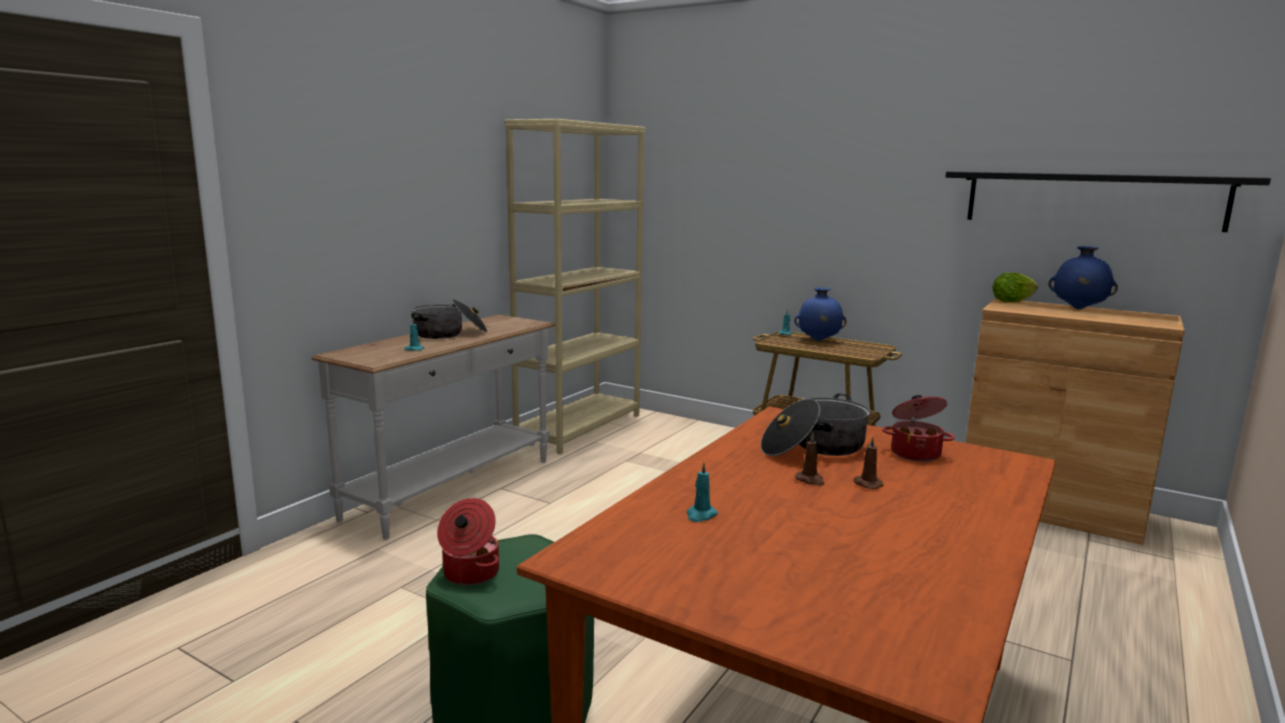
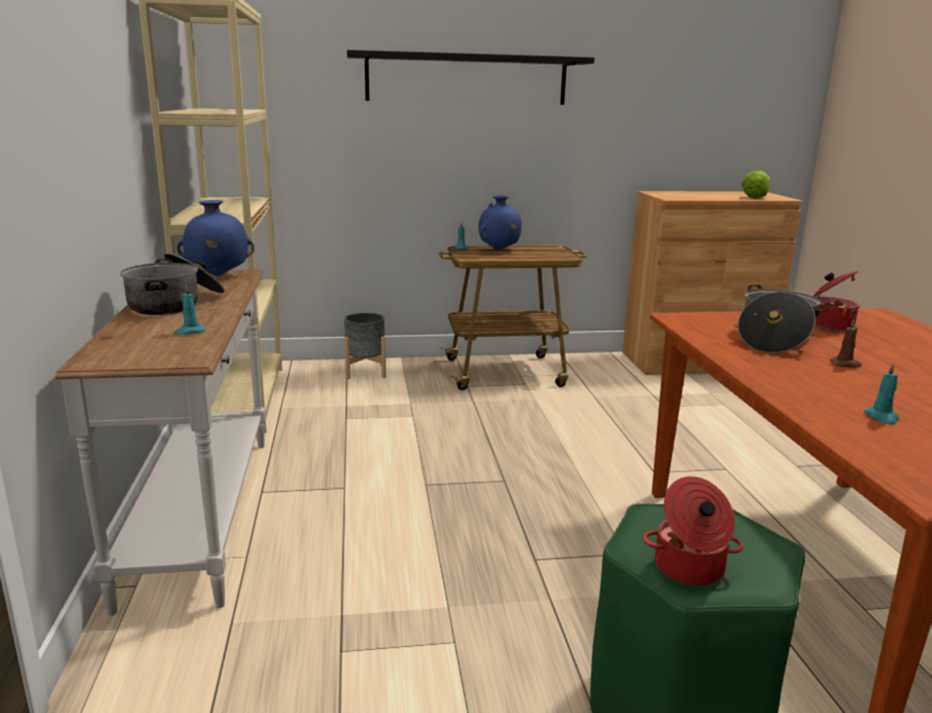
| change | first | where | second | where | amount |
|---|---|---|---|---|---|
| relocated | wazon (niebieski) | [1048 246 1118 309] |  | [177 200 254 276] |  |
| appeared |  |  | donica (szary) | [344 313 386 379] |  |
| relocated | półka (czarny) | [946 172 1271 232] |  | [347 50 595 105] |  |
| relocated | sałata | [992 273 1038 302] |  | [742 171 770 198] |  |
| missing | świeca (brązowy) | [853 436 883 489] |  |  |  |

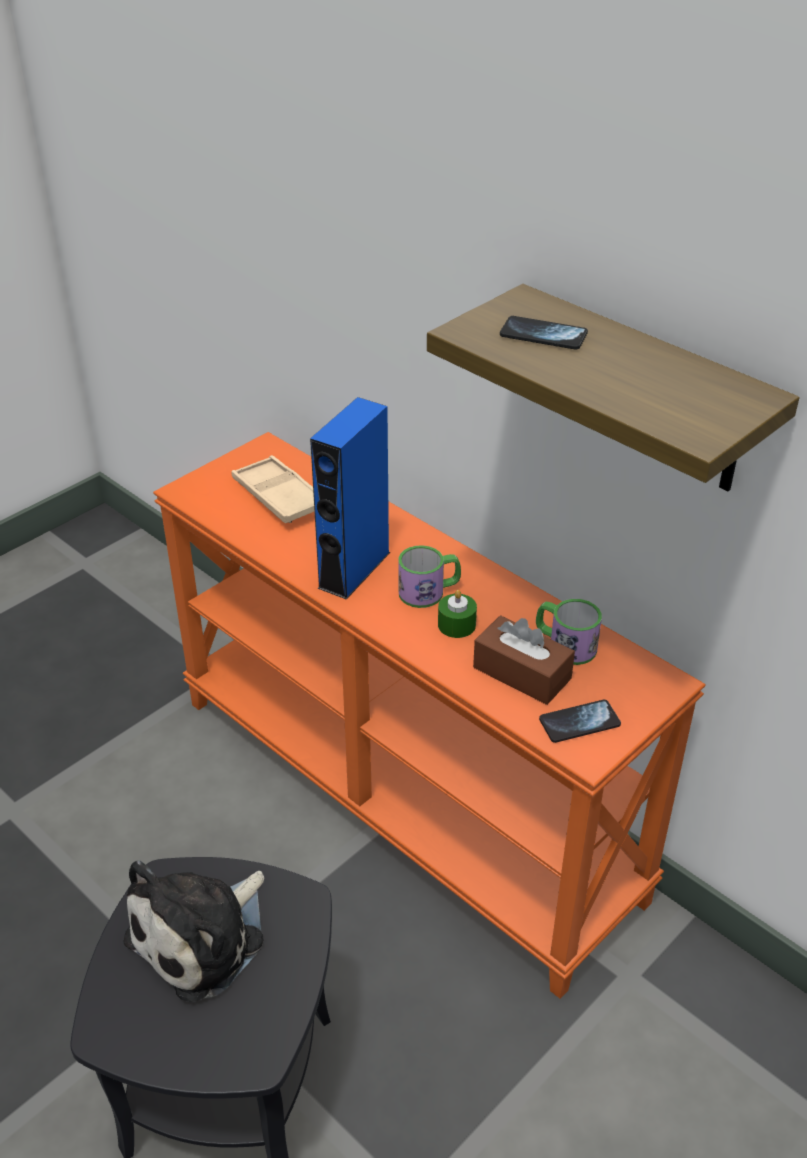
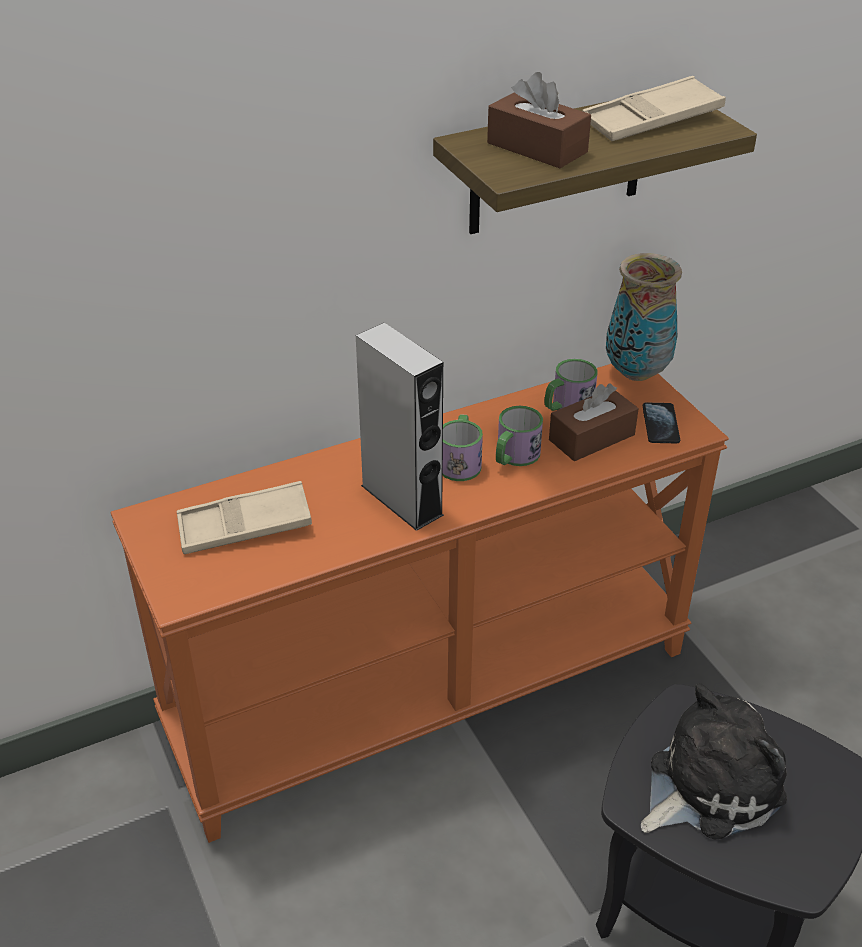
| change | first | where | second | where | amount |
|---|---|---|---|---|---|
| colour | głośnik (niebieski) | [310 397 390 600] | głośnik (szary) | [356 323 444 531] |  |
| exchanged | telefon | [500 316 588 350] | pudełko chusteczek (brązowy) | [487 72 591 168] |  |
| exchanged | świeca (zielony) | [438 590 477 638] | kubek | [496 406 543 466] |  |
| appeared |  |  | taca (beżowy) | [582 76 726 141] |  |
| appeared |  |  | wazon | [606 253 682 381] |  |
| spun | pluszak | [124 860 264 1002] |  | [641 683 787 839] | 90 degrees counterclockwise |

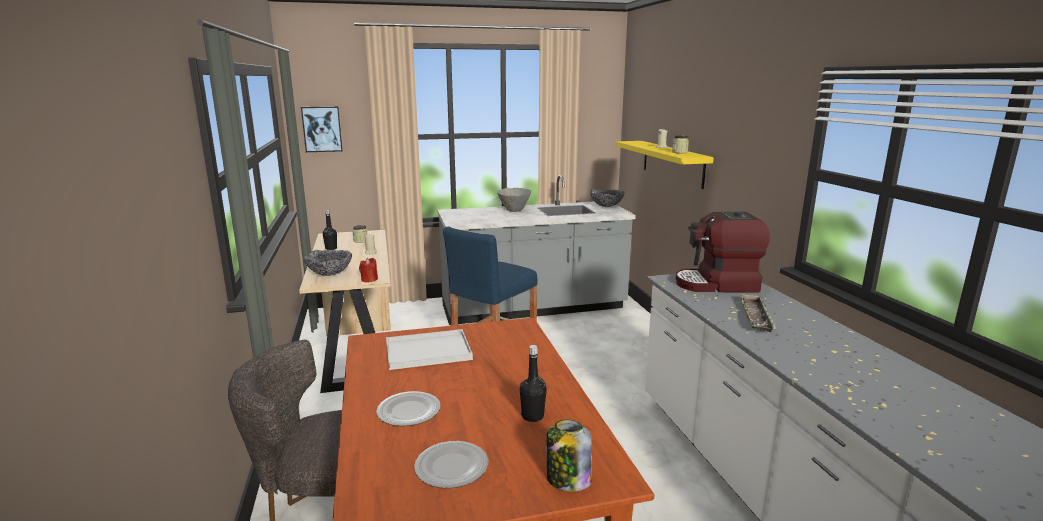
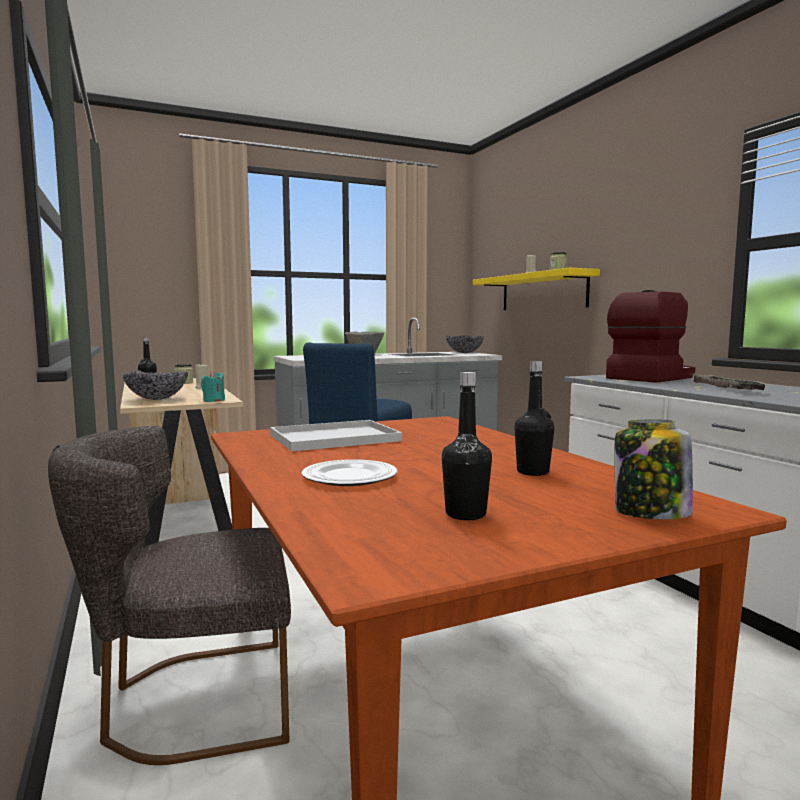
| change | first | where | second | where | amount |
|---|---|---|---|---|---|
| colour | świeca (czerwony) | [359 258 378 282] | świeca (turkusowy) | [201 371 225 402] |  |
| exchanged | talerz | [414 441 488 488] | butelka (czarny) | [442 372 492 520] |  |
| spun | ekspres do kawy | [676 212 770 293] |  | [606 290 696 383] | 150 degrees clockwise |
| missing | obraz | [301 106 343 152] |  |  |  |

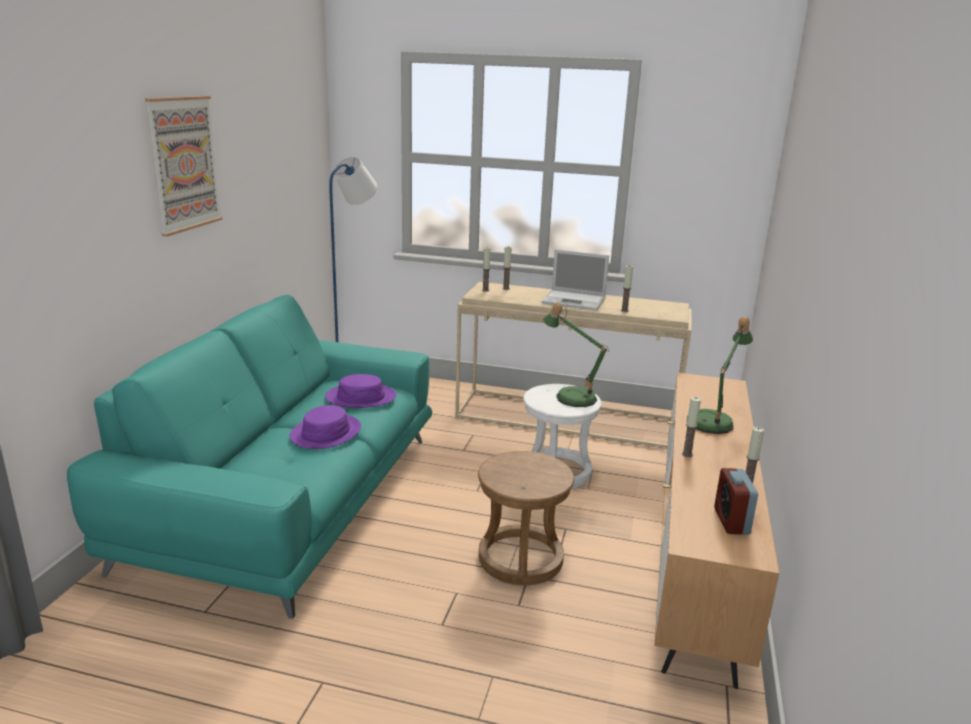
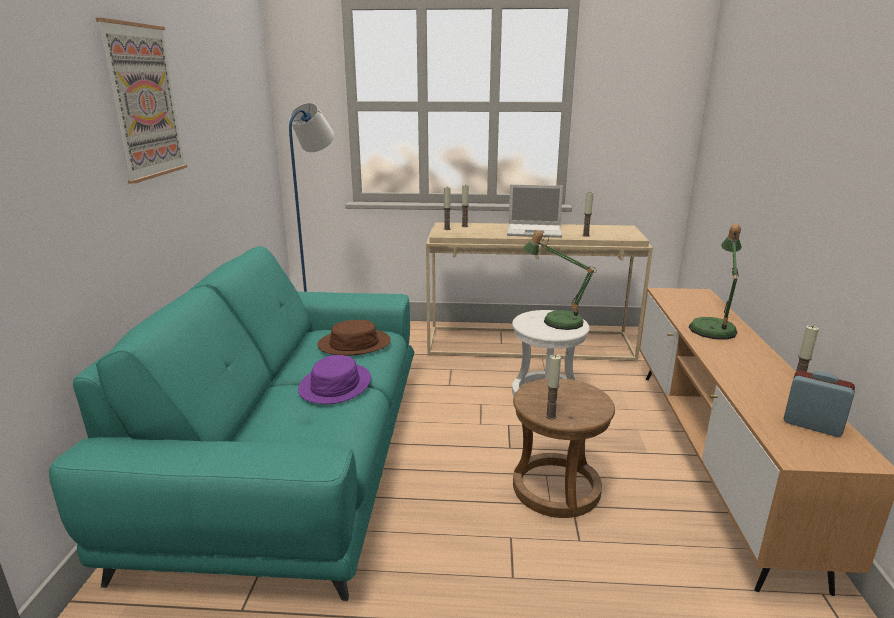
| change | first | where | second | where | amount |
|---|---|---|---|---|---|
| colour | kapelusz (fioletowy) | [325 374 396 408] | kapelusz (brązowy) | [317 320 391 356] |  |
| relocated | świeca | [682 397 701 457] |  | [545 355 561 419] |  |
| spun | budzik | [714 468 758 535] |  | [783 371 855 437] | 135 degrees clockwise |

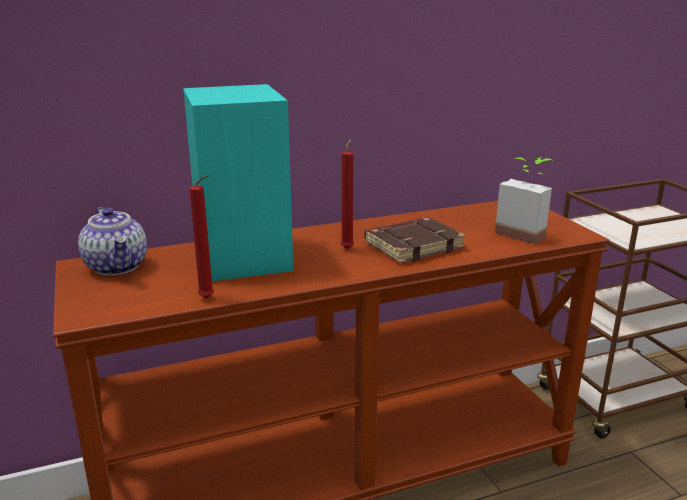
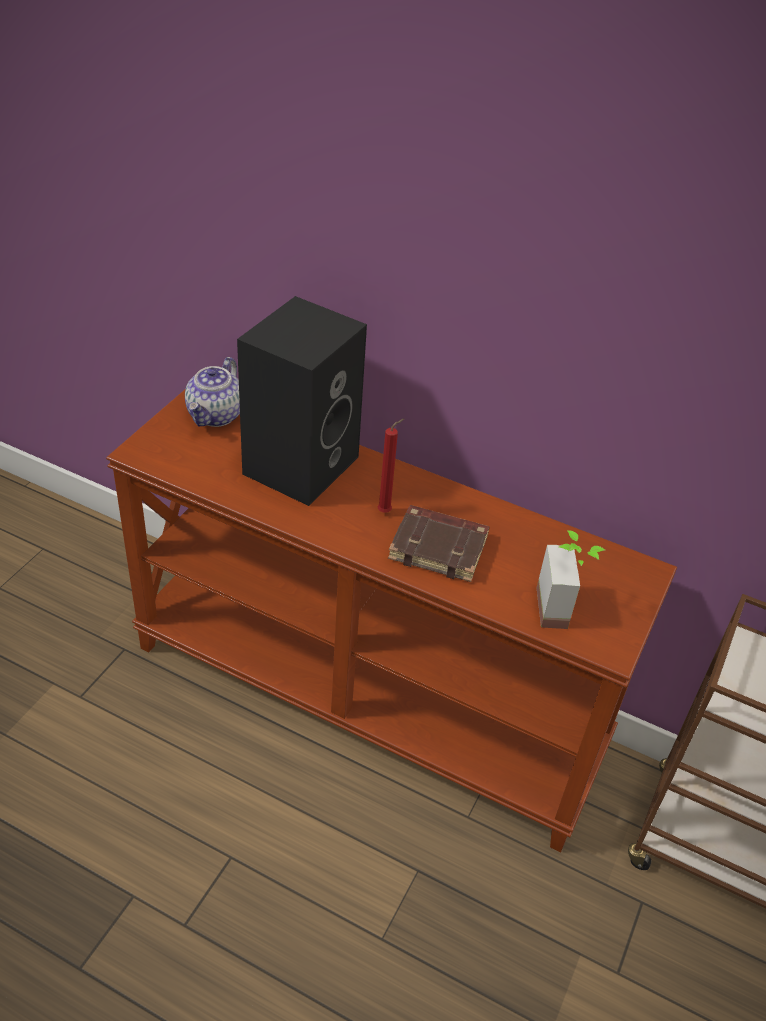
| change | first | where | second | where | amount |
|---|---|---|---|---|---|
| colour | głośnik (turkusowy) | [183 84 293 281] | głośnik (czarny) | [237 296 367 506] |  |
| missing | świeca (czerwony) | [189 175 214 298] |  |  |  |

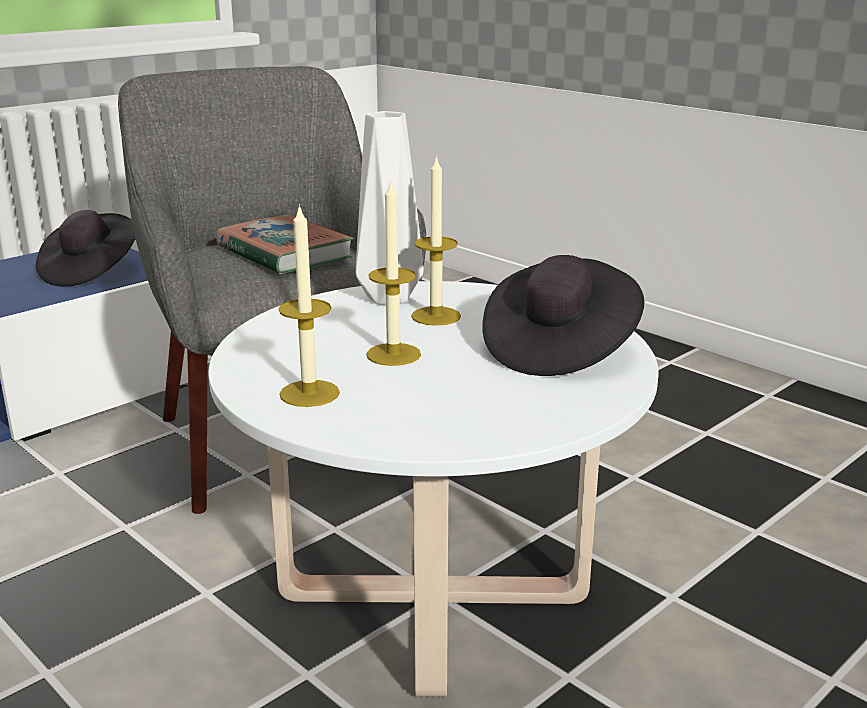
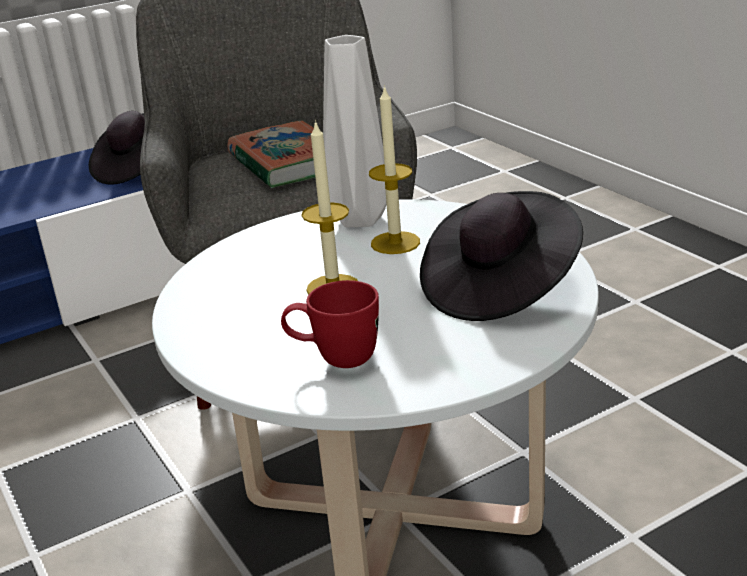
| change | first | where | second | where | amount |
|---|---|---|---|---|---|
| appeared |  |  | kubek (czerwony) | [281 280 379 368] |  |
| missing | świeca | [278 204 340 407] |  |  |  |

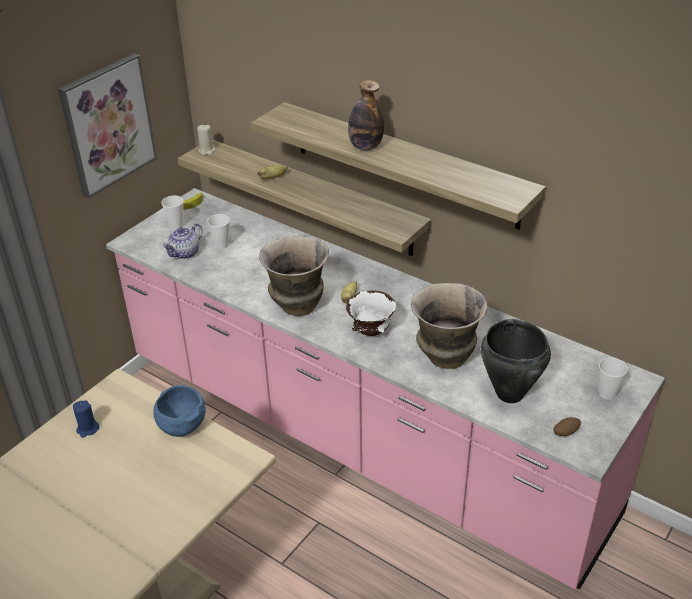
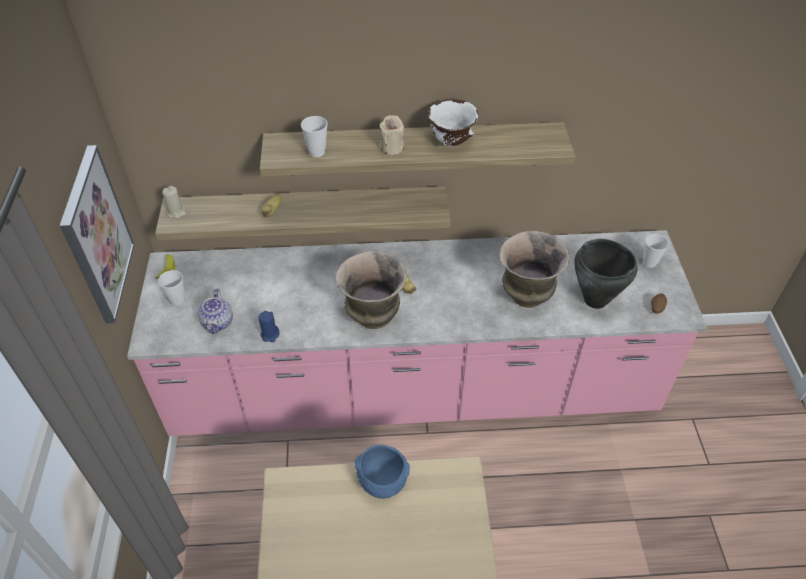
| change | first | where | second | where | amount |
|---|---|---|---|---|---|
| relocated | świeca (niebieski) | [73 401 99 438] |  | [258 311 280 343] |  |
| relocated | filiżanka | [207 214 230 249] |  | [301 116 328 157] |  |
| exchanged | butelka | [348 80 384 151] | świeca (beżowy) | [380 115 404 155] |  |
| relocated | miska (biały) | [346 290 396 336] |  | [428 99 478 146] |  |

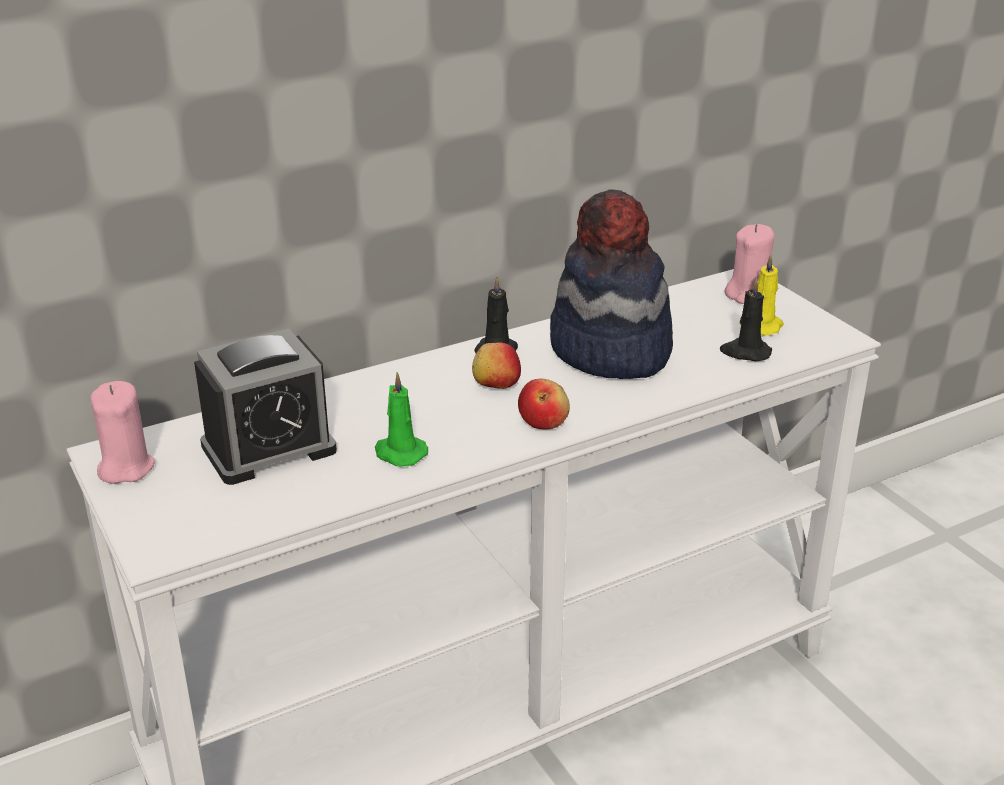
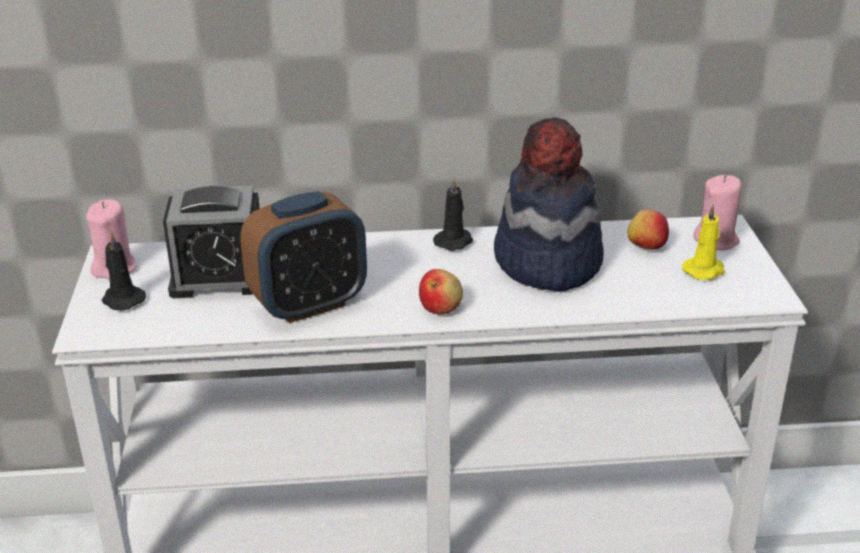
| change | first | where | second | where | amount |
|---|---|---|---|---|---|
| relocated | świeca (czarny) | [720 278 772 361] |  | [102 231 146 310] |  |
| exchanged | świeca (zielony) | [375 372 428 466] | budzik | [240 191 367 323] |  |
| relocated | jabłko | [472 342 521 389] |  | [627 210 669 250] |  |

